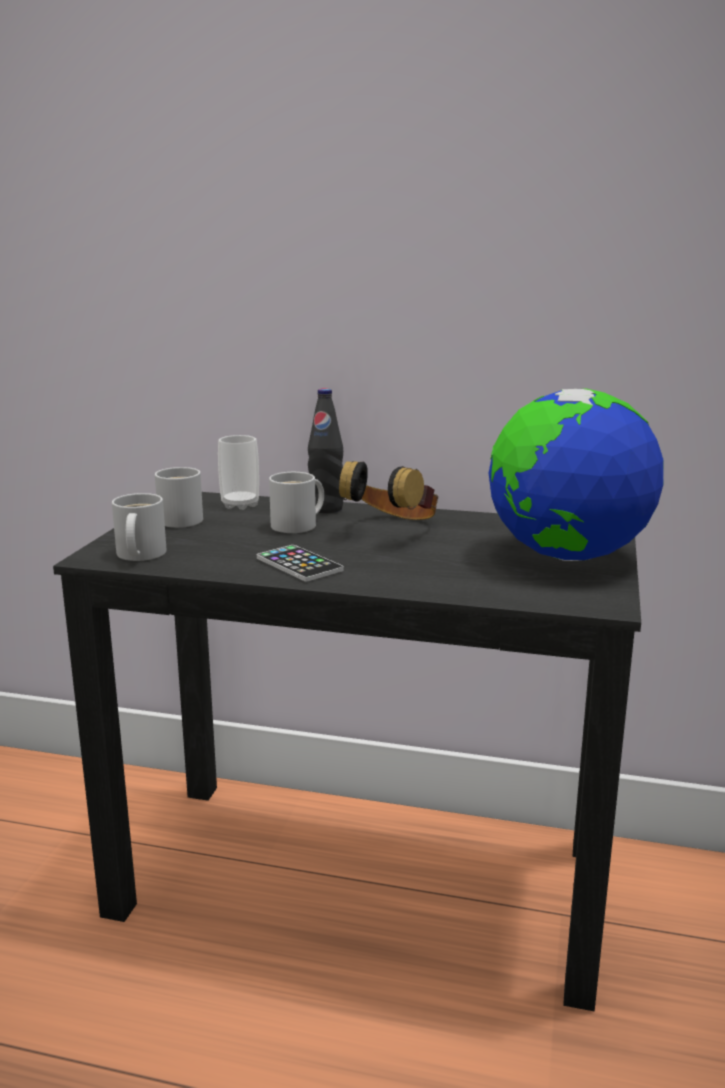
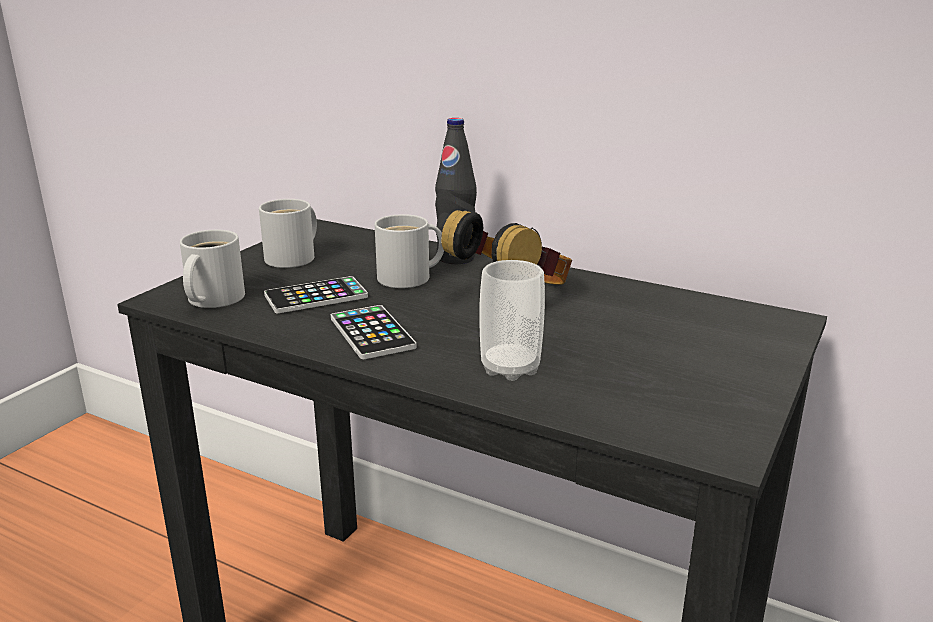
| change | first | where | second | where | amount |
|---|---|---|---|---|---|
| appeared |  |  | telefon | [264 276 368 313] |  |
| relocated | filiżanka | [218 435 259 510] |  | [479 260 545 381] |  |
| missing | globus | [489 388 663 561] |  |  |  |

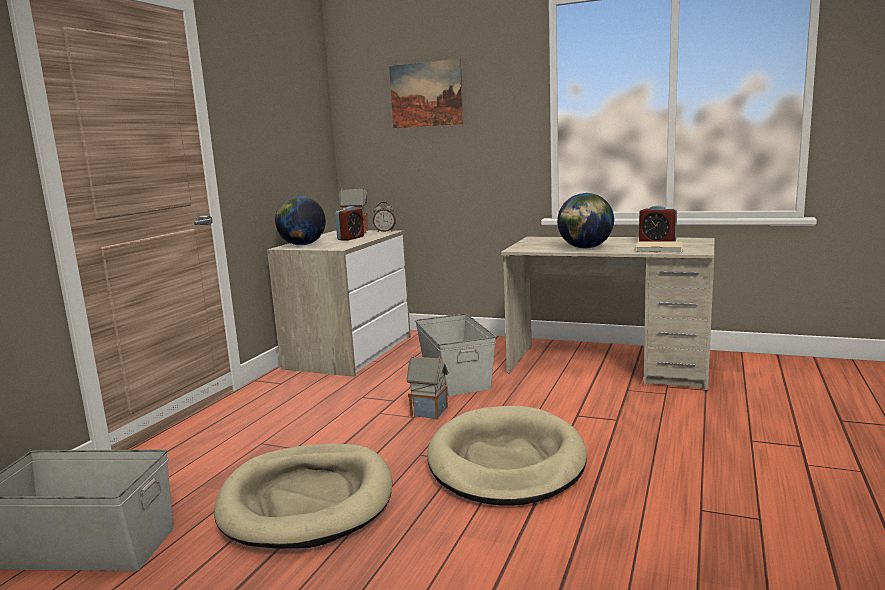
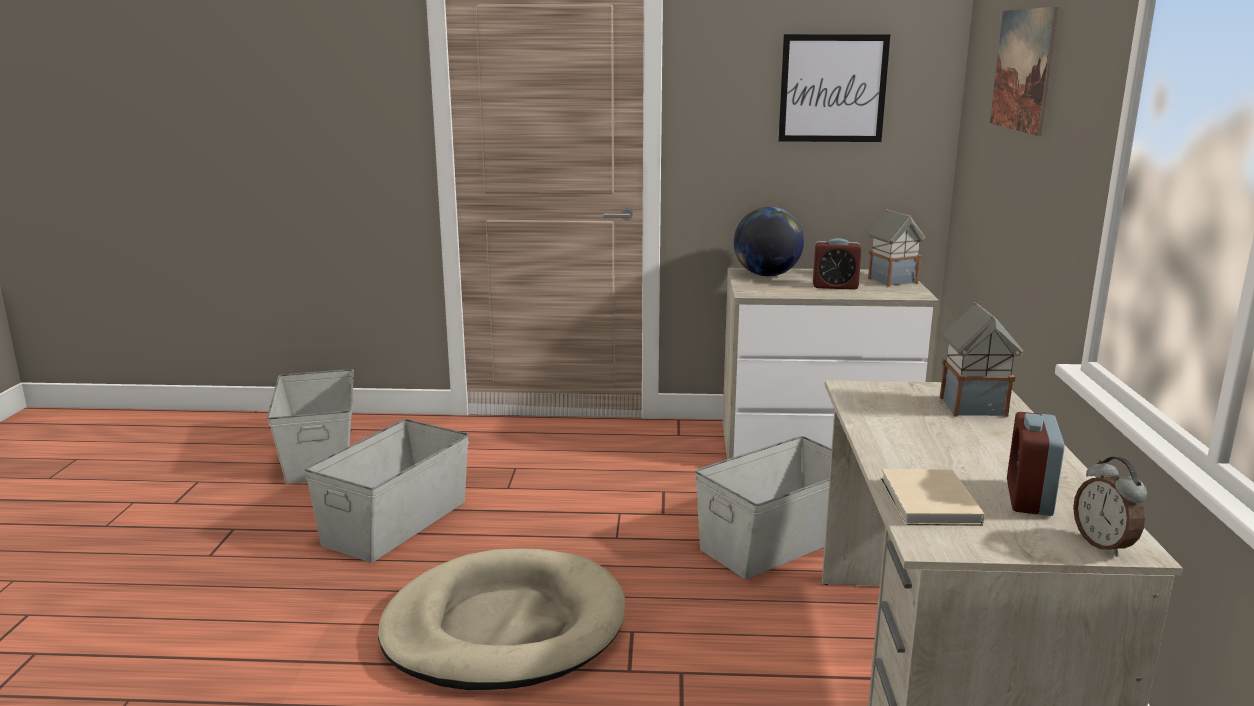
| change | first | where | second | where | amount |
|---|---|---|---|---|---|
| exchanged | legowisko (beżowy) | [214 443 392 548] | pojemnik do przechowywania (szary) | [304 419 469 563] |  |
| appeared |  |  | obraz | [778 34 890 142] |  |
| relocated | domek | [406 355 449 420] |  | [940 301 1023 417] |  |
| relocated | budzik | [373 202 396 232] |  | [1073 457 1147 557] |  |
| missing | globus | [557 193 614 248] |  |  |  |

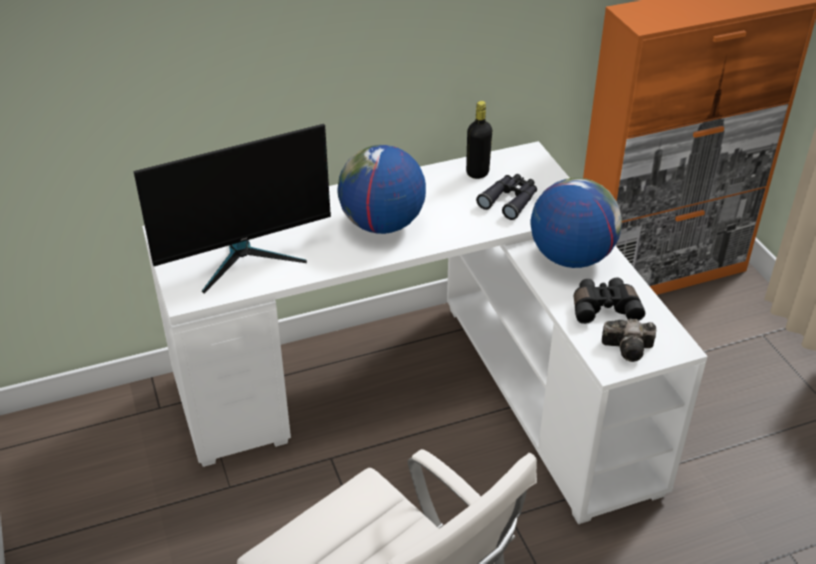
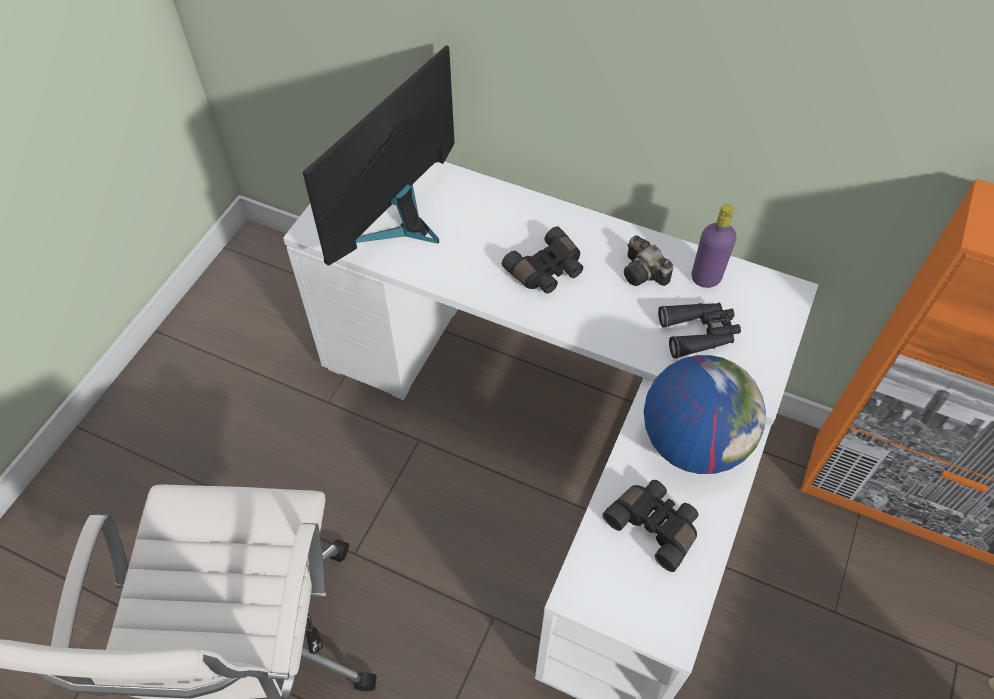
| change | first | where | second | where | amount |
|---|---|---|---|---|---|
| spun | monitor | [134 124 331 293] |  | [303 45 454 265] | 105 degrees clockwise |
| exchanged | globus | [338 145 426 234] | lornetka (czarny) | [502 226 583 294] |  |
| relocated | aparat fotograficzny | [602 318 656 362] |  | [624 235 673 286] |  |
| colour | butelka (czarny) | [466 101 492 179] | butelka (fioletowy) | [691 204 736 288] |  |

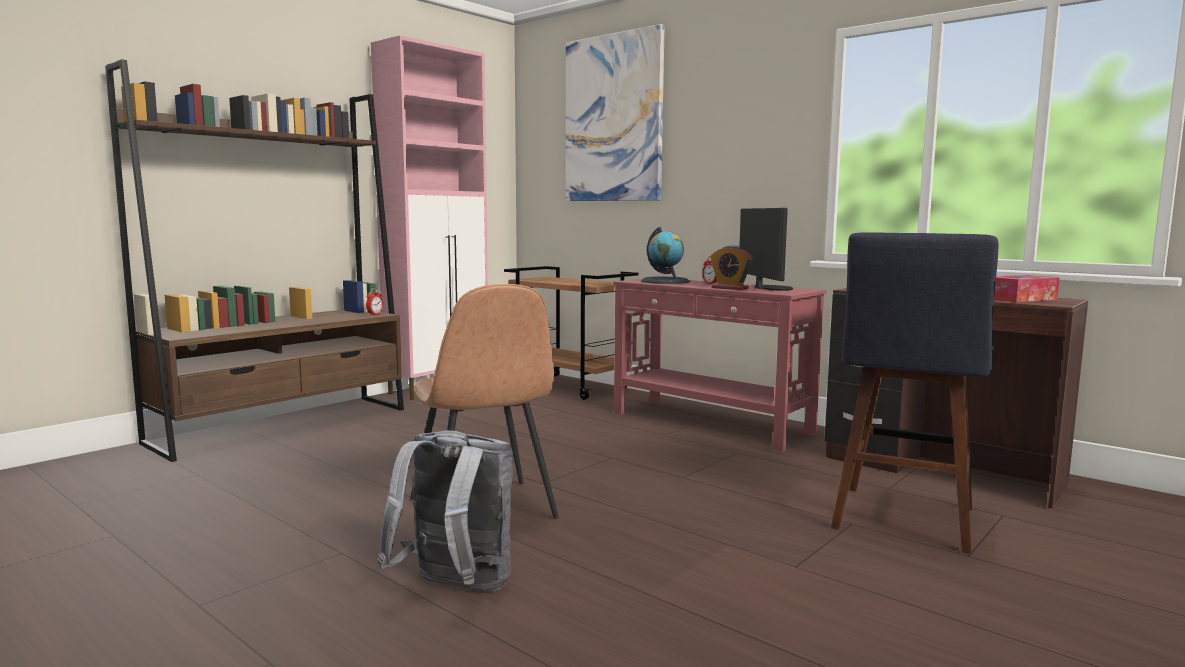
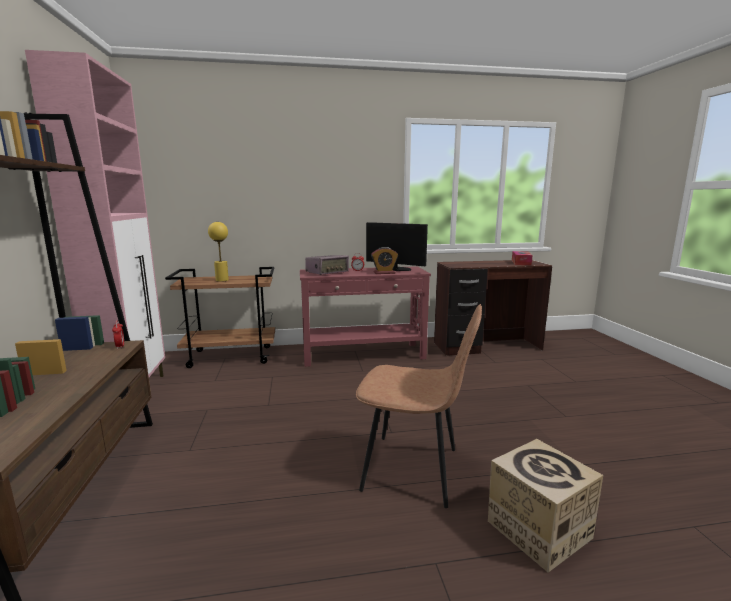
| change | first | where | second | where | amount |
|---|---|---|---|---|---|
| appeared |  |  | lampa stołowa (żółty) | [208 222 229 282] |  |
| exchanged | globus | [641 227 690 284] | radio | [305 255 349 275] |  |
| exchanged | plecak (szary) | [377 430 513 591] | karton | [488 439 603 573] |  |
| missing | obraz | [566 24 665 201] |  |  |  |
| missing | stołek (niebieski) | [831 232 998 554] |  |  |  |

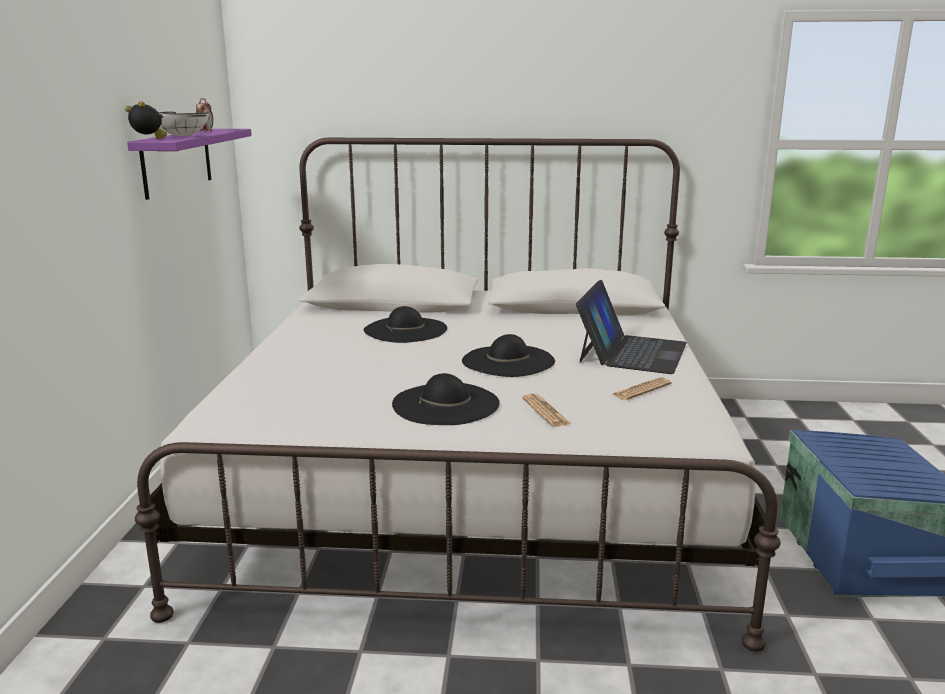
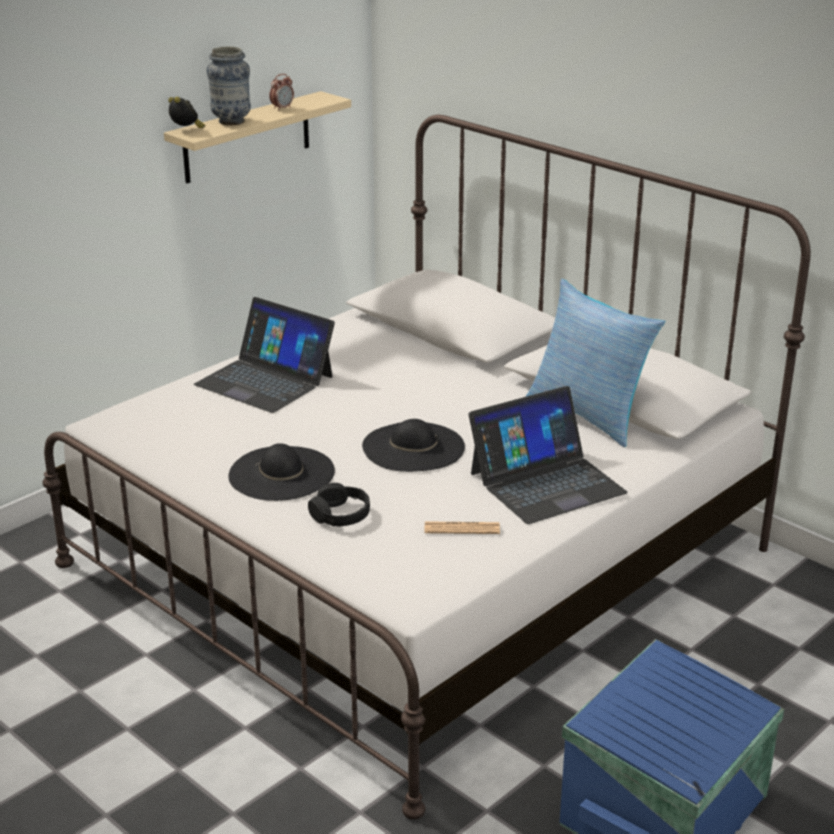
| change | first | where | second | where | amount |
|---|---|---|---|---|---|
| colour | półka (fioletowy) | [127 129 252 200] | półka (beżowy) | [164 91 351 184] |  |
| appeared |  |  | laptop | [194 297 335 413] |  |
| exchanged | miska (biały) | [158 112 209 136] | wazon | [207 46 251 125] |  |
| exchanged | gazeta | [522 394 571 427] | słuchawki (czarny) | [308 483 370 526] |  |
| appeared |  |  | poduszka | [526 279 665 447] |  |
| missing | kapelusz (czarny) | [364 306 447 343] |  |  |  |

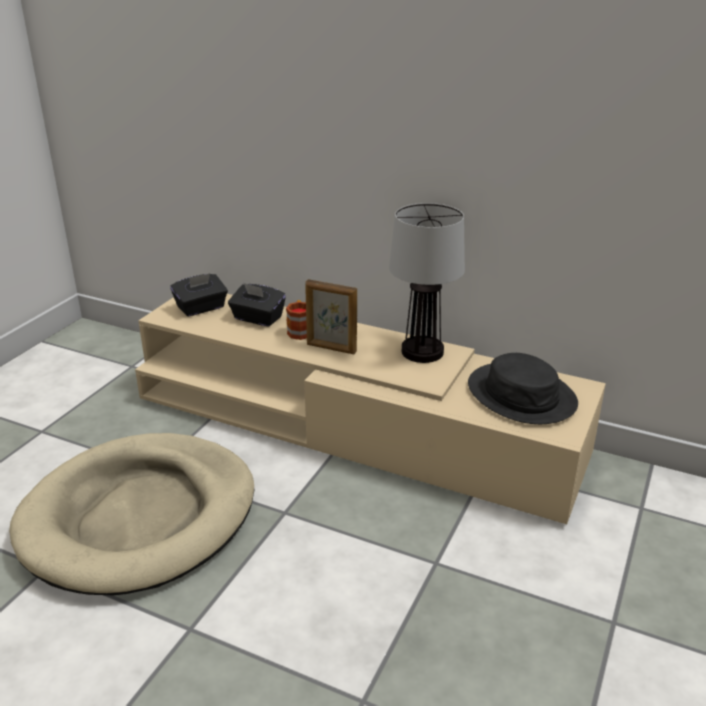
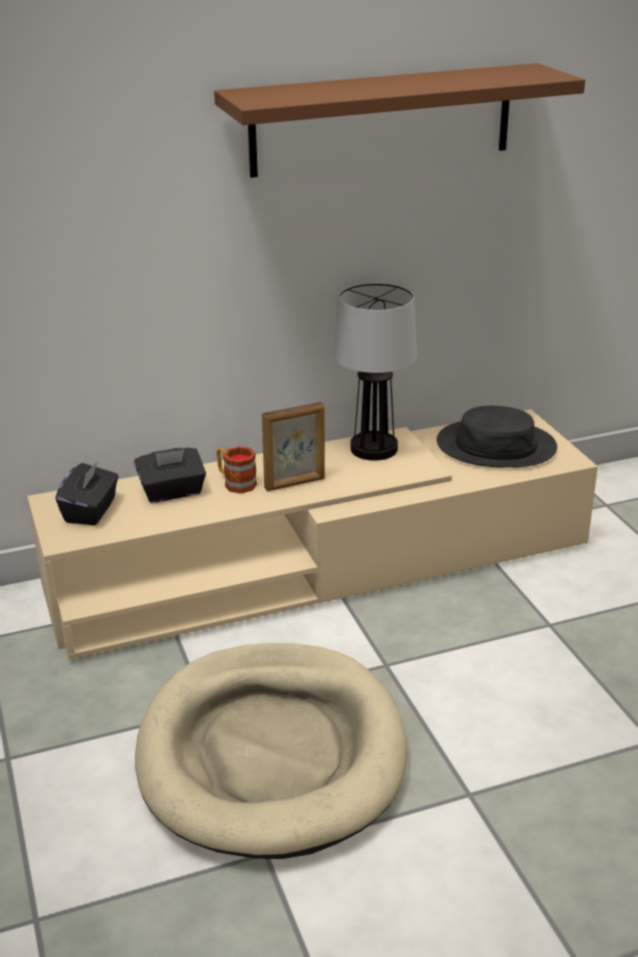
| change | first | where | second | where | amount |
|---|---|---|---|---|---|
| appeared |  |  | półka (brązowy) | [214 63 585 178] |  |

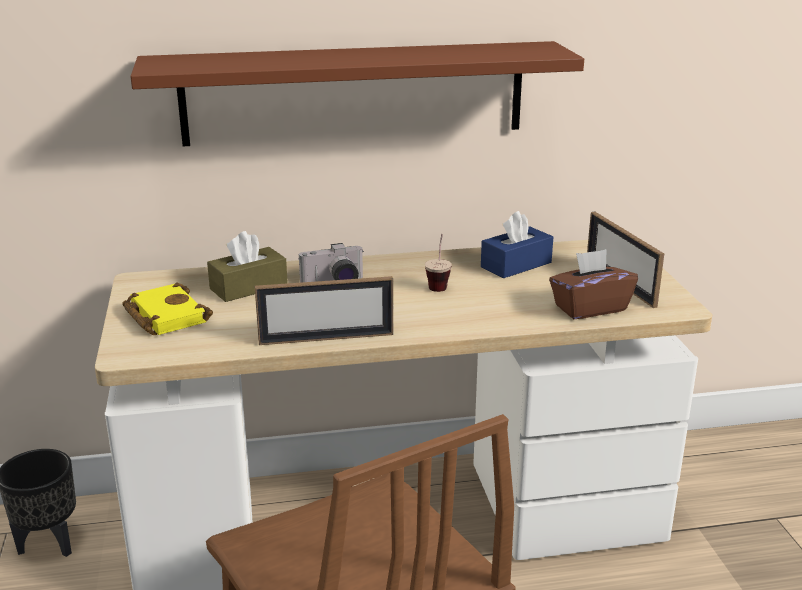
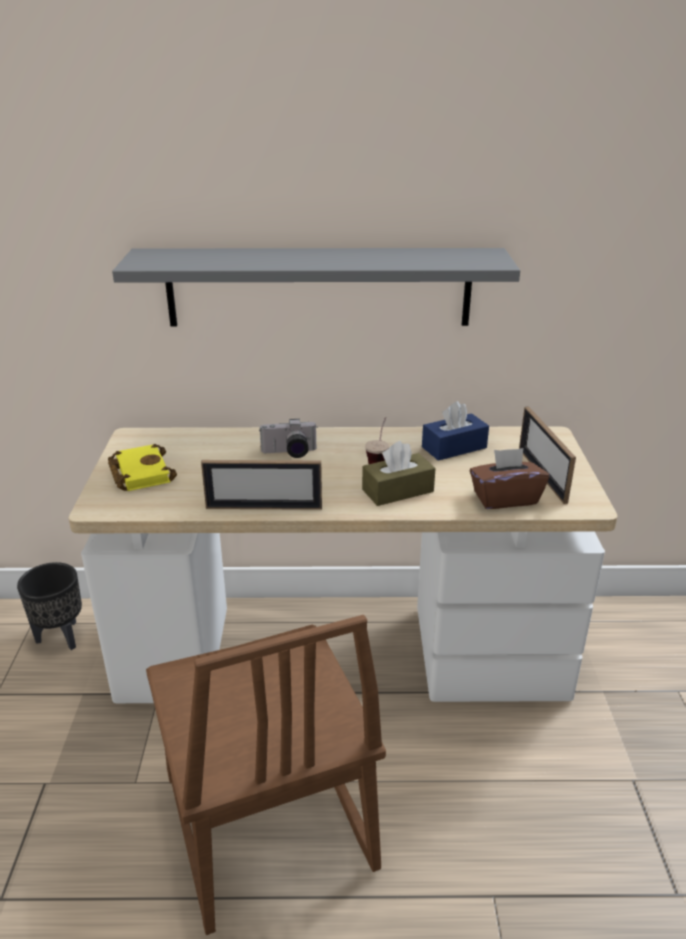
| change | first | where | second | where | amount |
|---|---|---|---|---|---|
| colour | półka (brązowy) | [130 41 584 146] | półka (szary) | [112 248 520 326] |  |
| relocated | pudełko chusteczek (brązowy) | [207 231 288 302] |  | [362 441 436 506] |  |

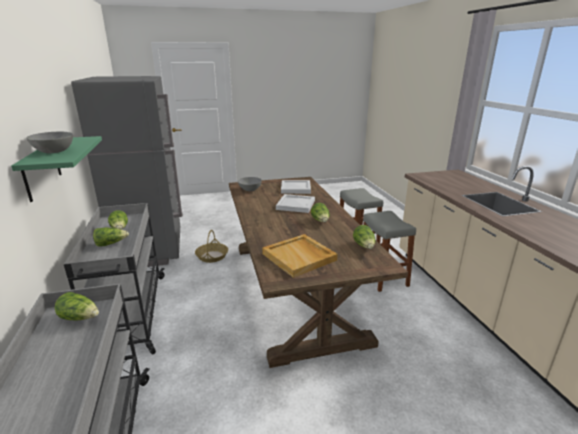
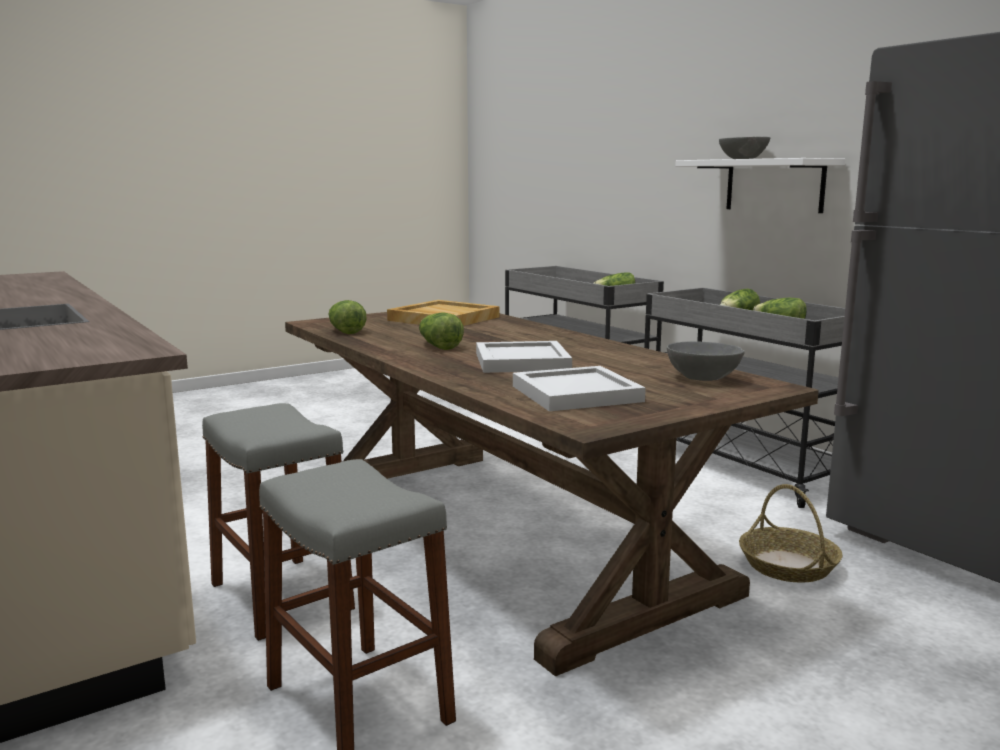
| change | first | where | second | where | amount |
|---|---|---|---|---|---|
| colour | półka (zielony) | [11 136 102 202] | półka (biały) | [675 158 846 213] |  |

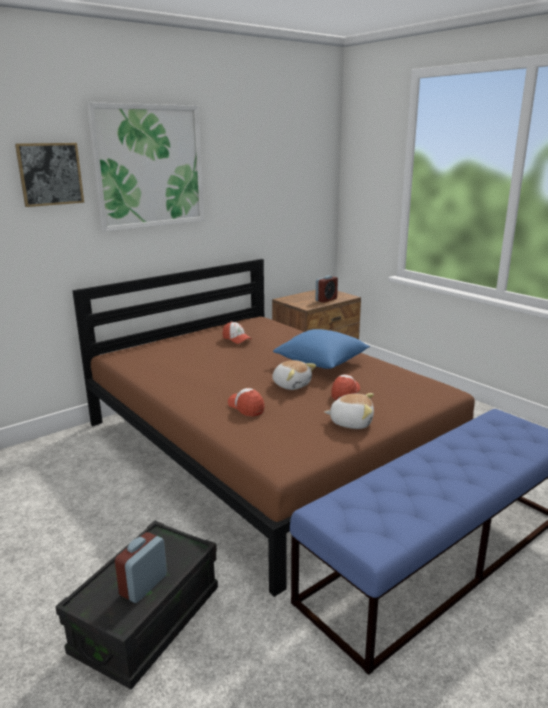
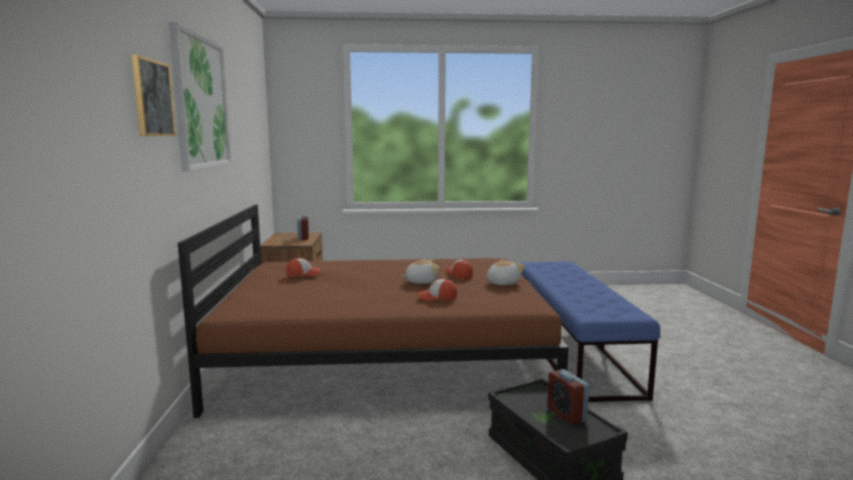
| change | first | where | second | where | amount |
|---|---|---|---|---|---|
| missing | poduszka (niebieski) | [273 329 370 369] |  |  |  |

